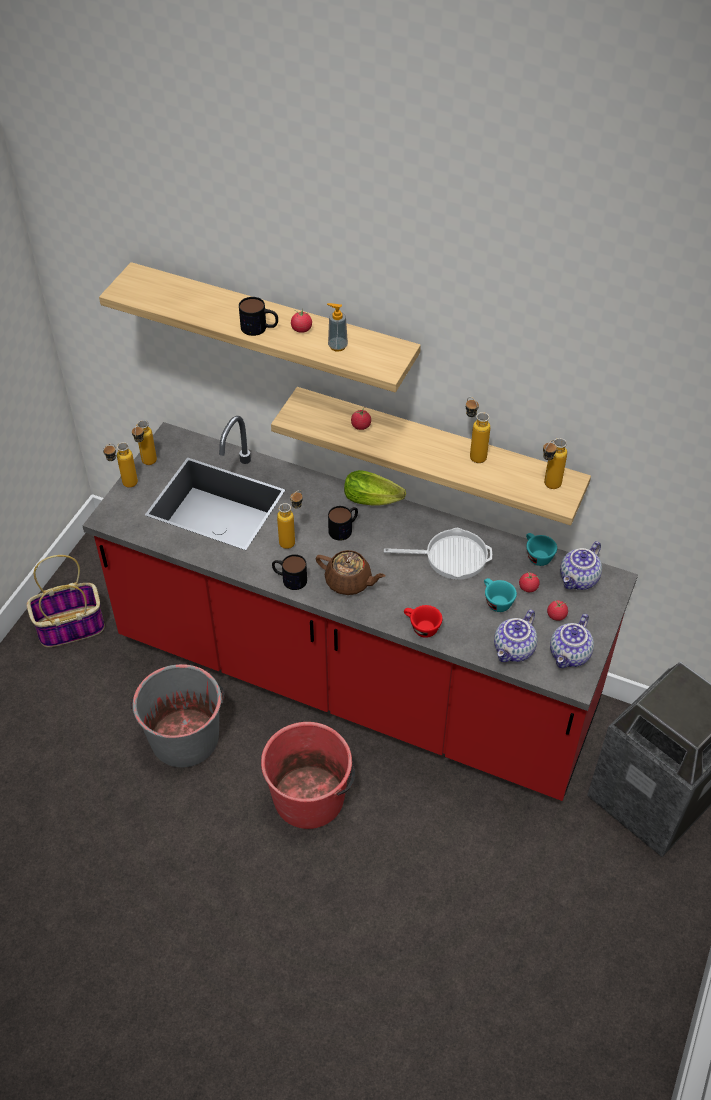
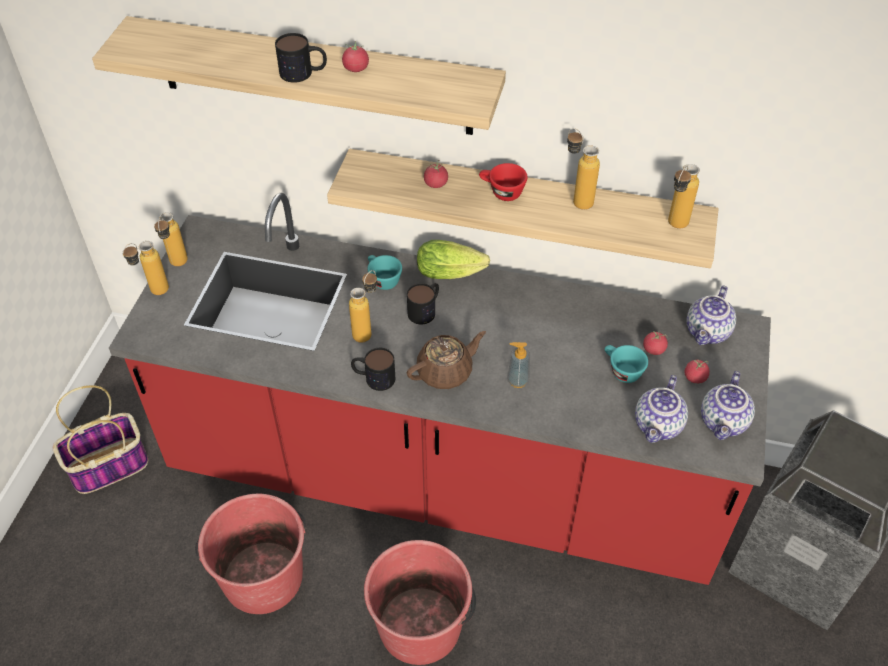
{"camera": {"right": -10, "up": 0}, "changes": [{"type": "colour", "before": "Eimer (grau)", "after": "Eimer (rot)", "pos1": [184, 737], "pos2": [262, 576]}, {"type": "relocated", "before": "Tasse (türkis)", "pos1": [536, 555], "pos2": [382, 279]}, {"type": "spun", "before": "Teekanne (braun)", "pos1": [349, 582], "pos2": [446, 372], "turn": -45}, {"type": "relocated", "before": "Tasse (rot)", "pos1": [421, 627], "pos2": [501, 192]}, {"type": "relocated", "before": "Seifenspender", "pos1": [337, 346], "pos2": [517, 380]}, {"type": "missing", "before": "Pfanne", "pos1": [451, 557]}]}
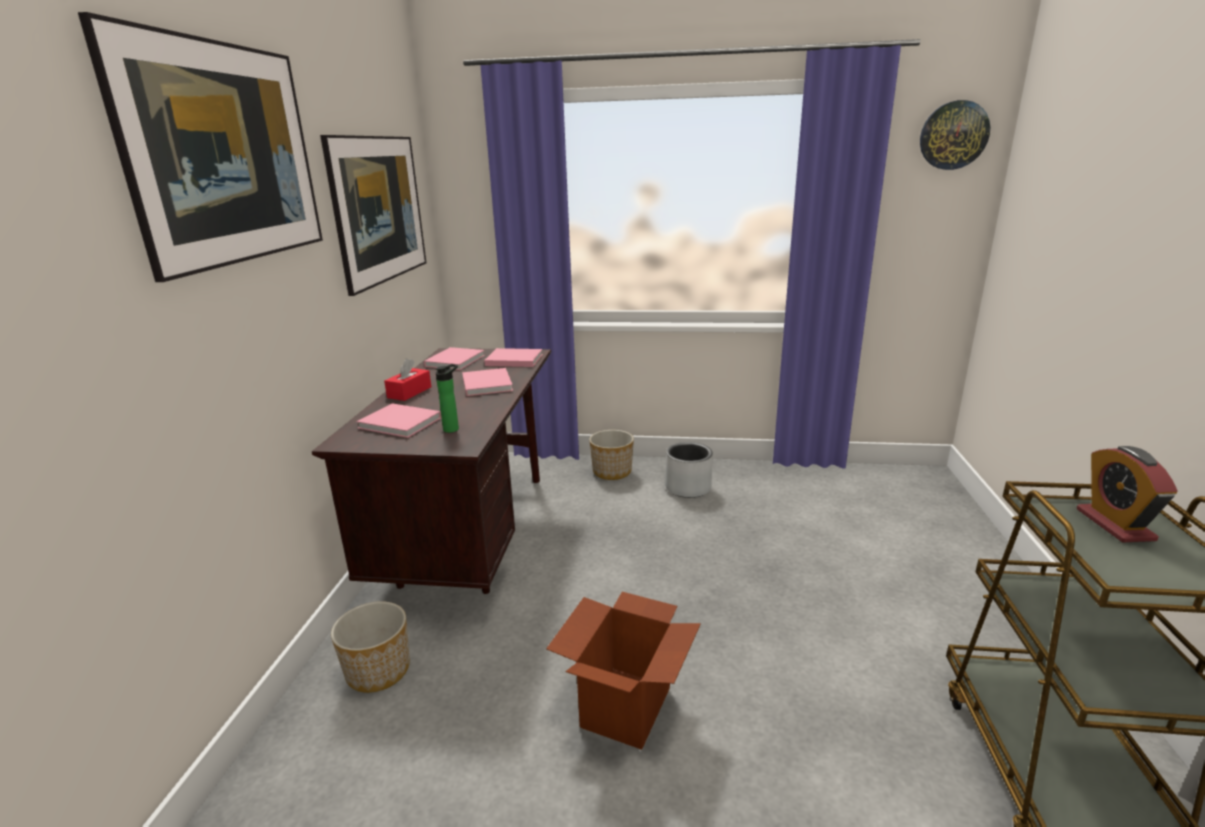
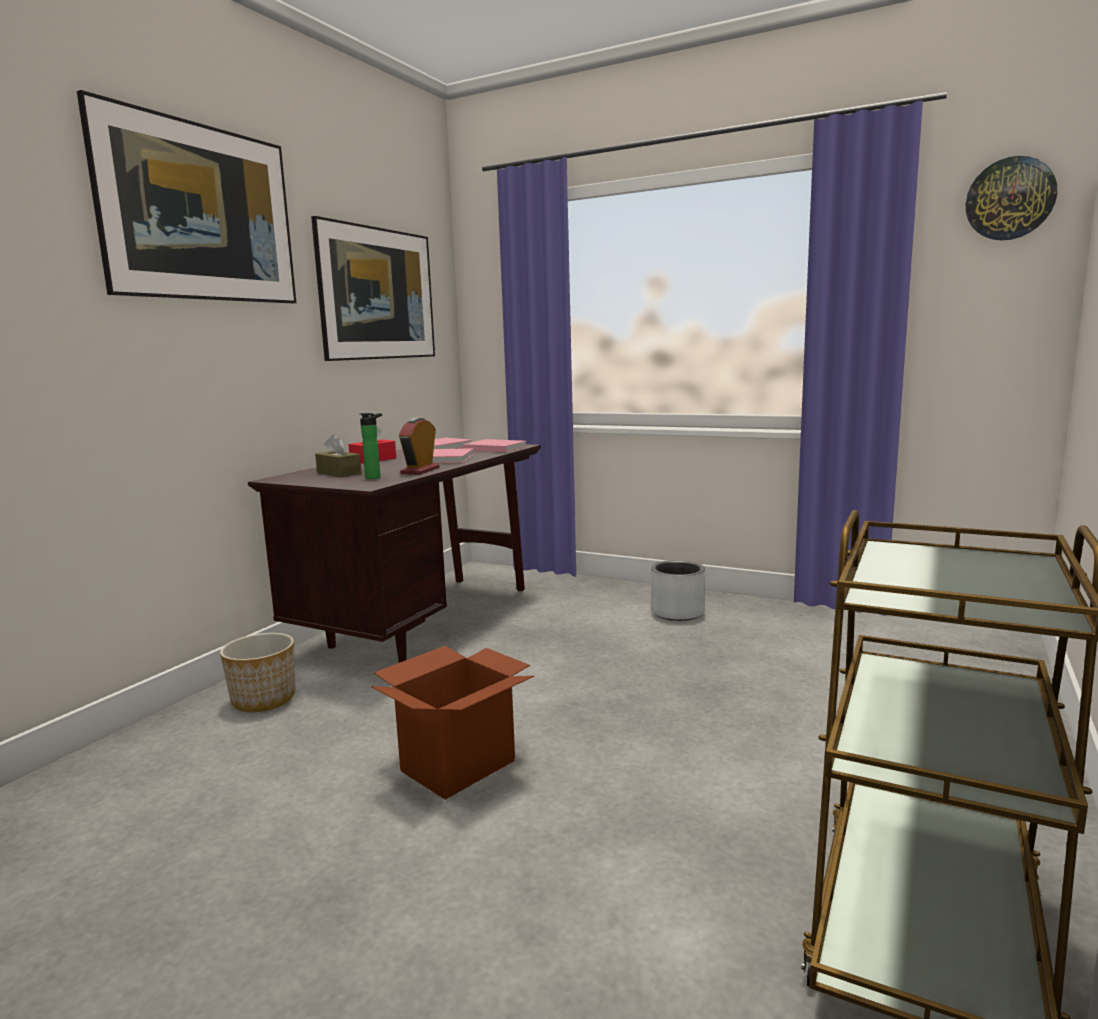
{"camera": {"right": 20, "up": -10}, "changes": [{"type": "exchanged", "before": "Buch (rosa)", "after": "Taschentuchbox (braun)", "pos1": [401, 423], "pos2": [339, 473]}, {"type": "relocated", "before": "Wecker", "pos1": [1114, 524], "pos2": [420, 470]}, {"type": "missing", "before": "Pflanzkübel", "pos1": [612, 471]}]}
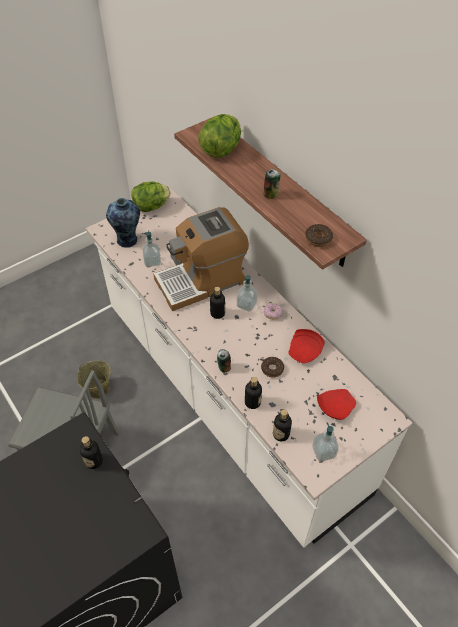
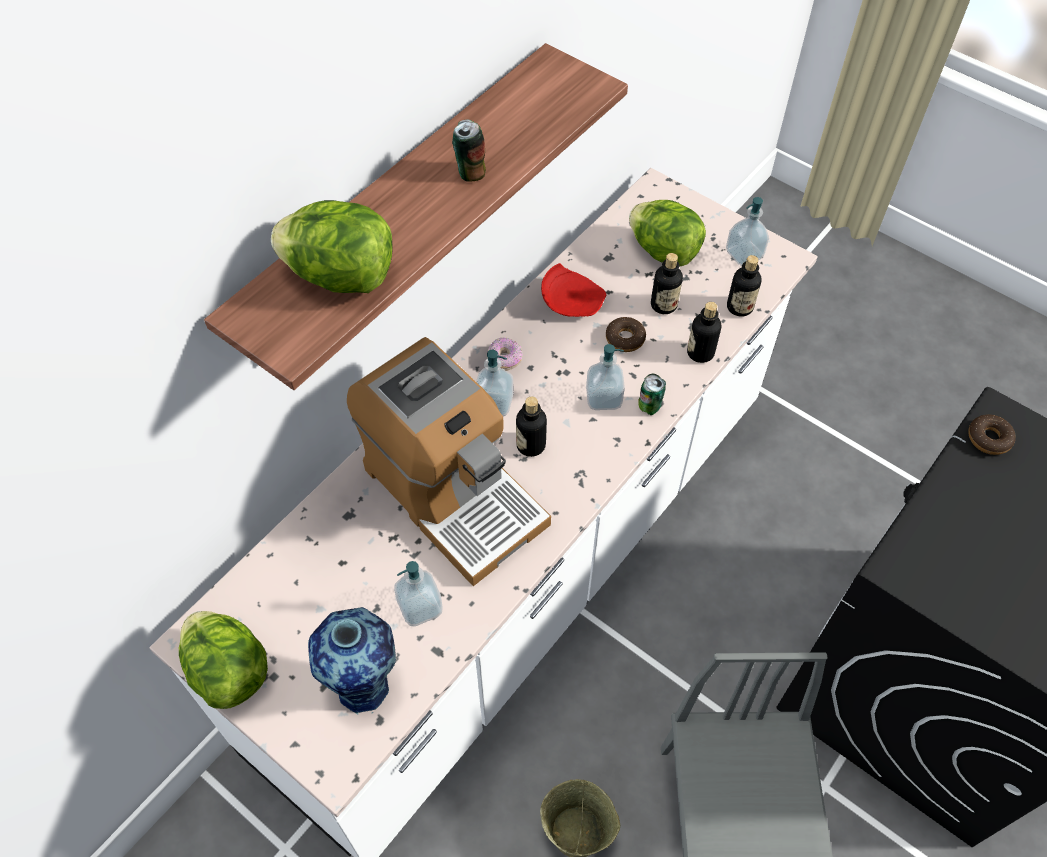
{"camera": {"right": -105, "up": 5}, "changes": [{"type": "appeared", "after": "Seifenspender", "pos2": [603, 398]}, {"type": "exchanged", "before": "Teller (rot)", "after": "Salatkopf", "pos1": [334, 407], "pos2": [664, 251]}, {"type": "relocated", "before": "Flasche", "pos1": [94, 461], "pos2": [663, 305]}, {"type": "relocated", "before": "Donut", "pos1": [318, 238], "pos2": [988, 438]}]}
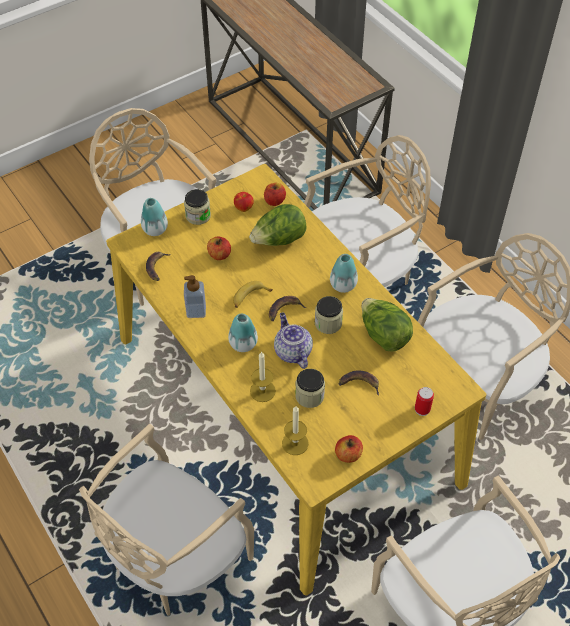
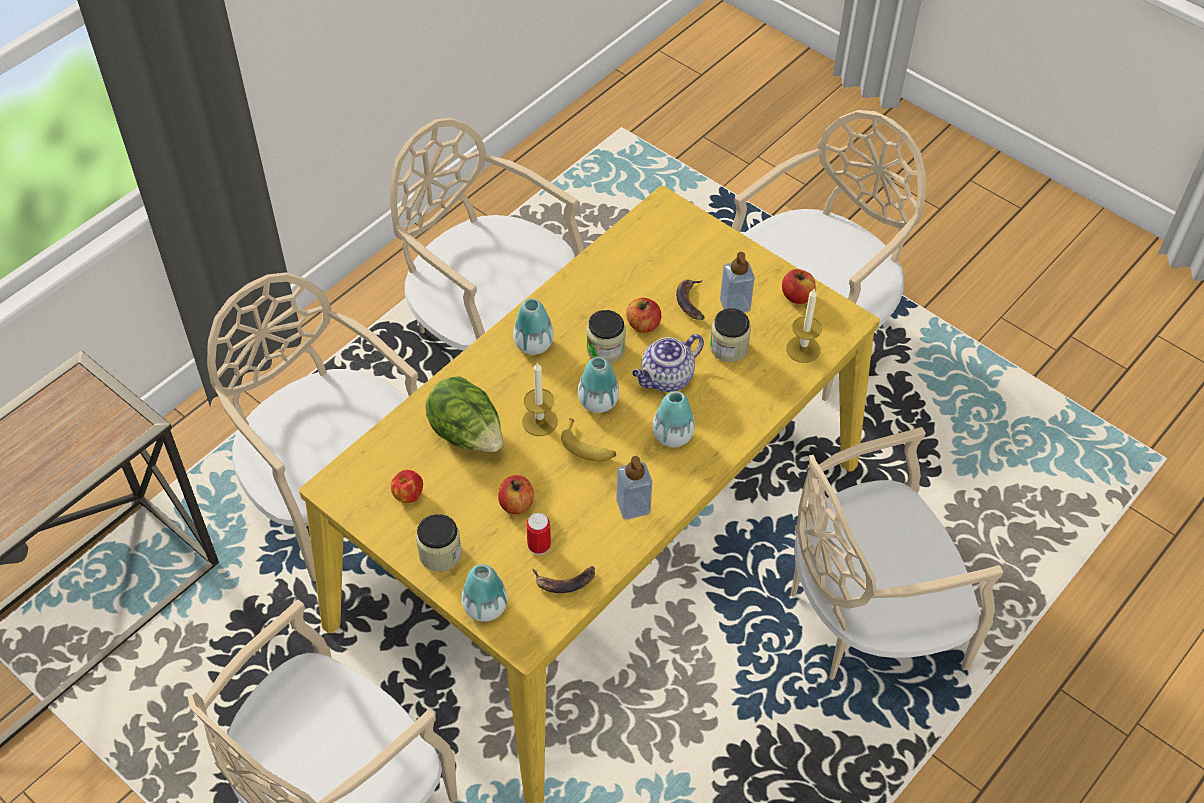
{"camera": {"right": -105, "up": 0}, "changes": [{"type": "relocated", "before": "Kerze", "pos1": [262, 391], "pos2": [539, 421]}, {"type": "relocated", "before": "Dose", "pos1": [422, 409], "pos2": [539, 545]}, {"type": "exchanged", "before": "Banane", "after": "Vase", "pos1": [284, 310], "pos2": [598, 402]}, {"type": "relocated", "before": "Apfel", "pos1": [274, 201], "pos2": [643, 325]}, {"type": "appeared", "after": "Seifenspender", "pos2": [735, 305]}, {"type": "spun", "before": "Stuhl (beige)", "pos1": [175, 558], "pos2": [868, 618], "turn": 135}, {"type": "missing", "before": "Salatkopf", "pos1": [383, 335]}]}
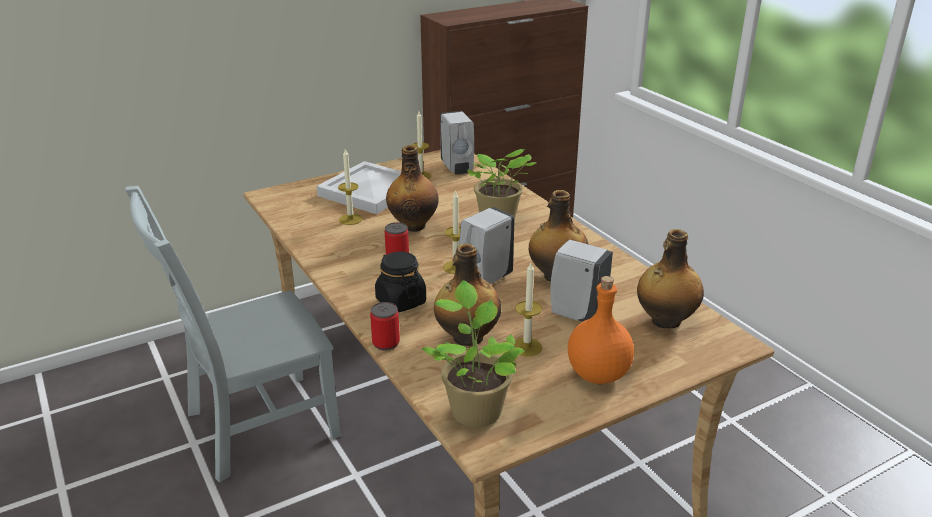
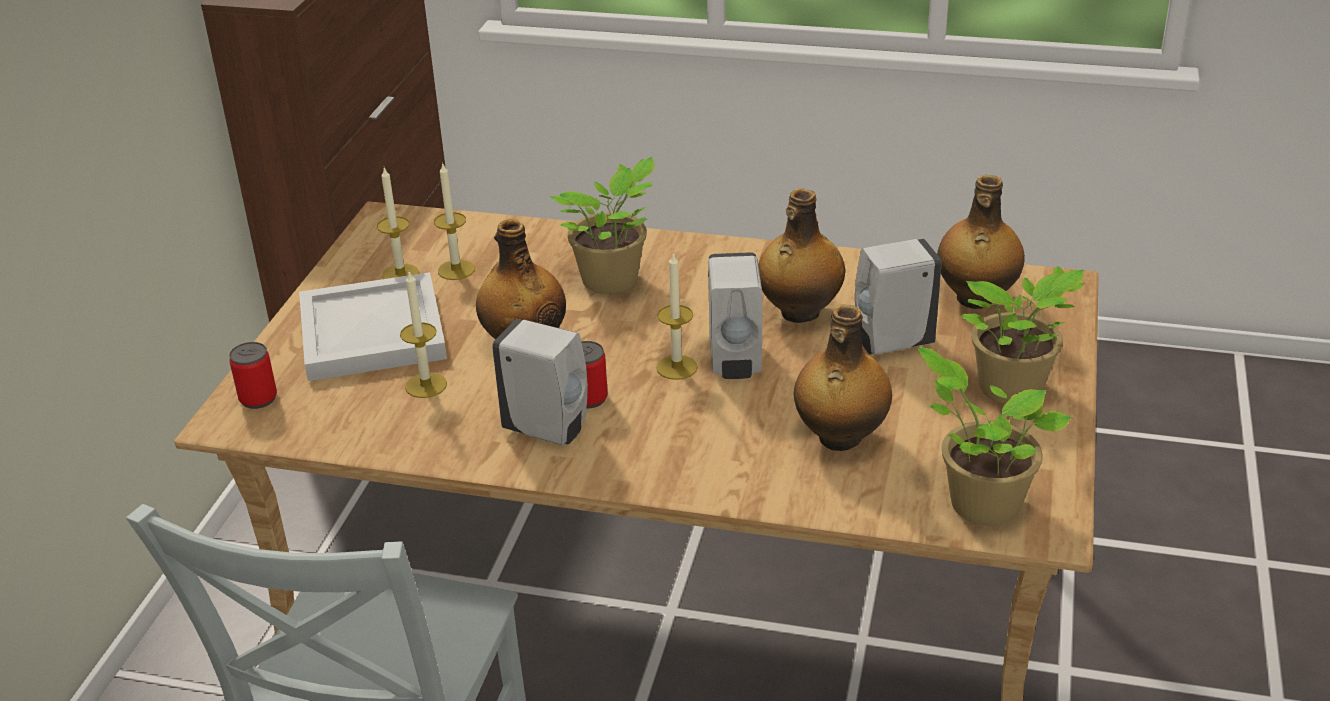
{"camera": {"right": -45, "up": 5}, "changes": [{"type": "relocated", "before": "Dose", "pos1": [386, 343], "pos2": [258, 398]}, {"type": "relocated", "before": "Kerze", "pos1": [526, 347], "pos2": [456, 270]}, {"type": "relocated", "before": "Seifenspender (weiß)", "pos1": [457, 168], "pos2": [549, 430]}, {"type": "exchanged", "before": "Flasche (orange)", "after": "Topfpflanze", "pos1": [598, 373], "pos2": [1013, 391]}, {"type": "missing", "before": "Vorratsglas (schwarz)", "pos1": [400, 301]}]}
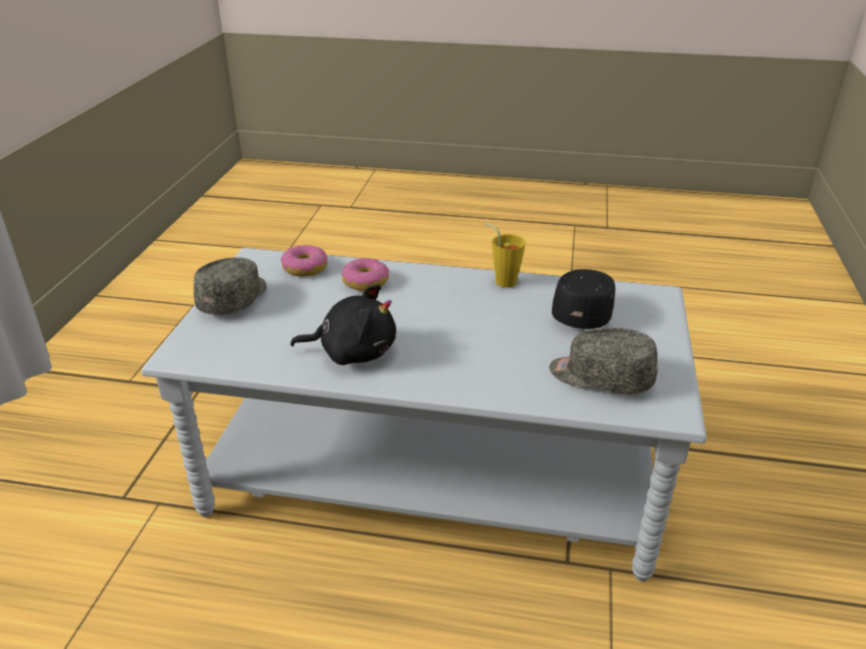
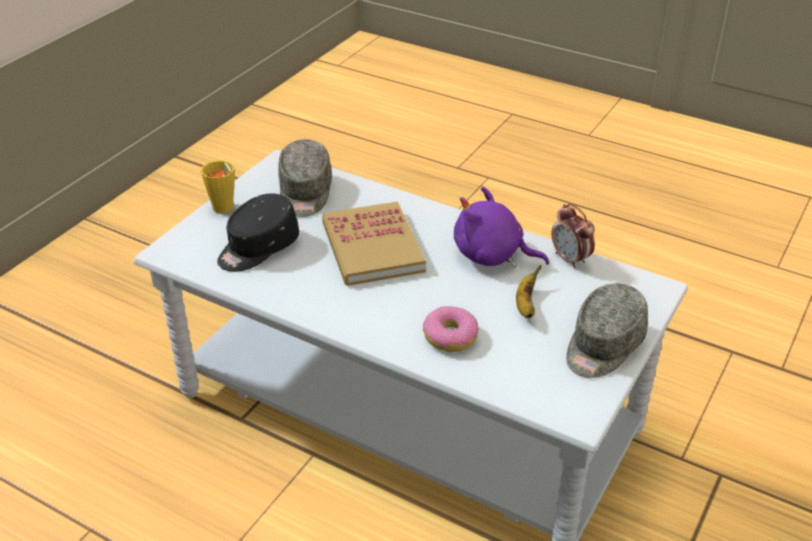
{"camera": {"right": -160, "up": 5}, "changes": [{"type": "relocated", "before": "Tasse (gelb)", "pos1": [502, 280], "pos2": [224, 210]}, {"type": "spun", "before": "Kappe (grau)", "pos1": [600, 377], "pos2": [305, 193], "turn": 45}, {"type": "appeared", "after": "Buch", "pos2": [372, 247]}, {"type": "colour", "before": "Plüschtier (schwarz)", "after": "Plüschtier (lila)", "pos1": [353, 352], "pos2": [492, 255]}, {"type": "appeared", "after": "Banane", "pos2": [526, 305]}, {"type": "appeared", "after": "Wecker", "pos2": [570, 259]}, {"type": "missing", "before": "Donut", "pos1": [305, 268]}]}
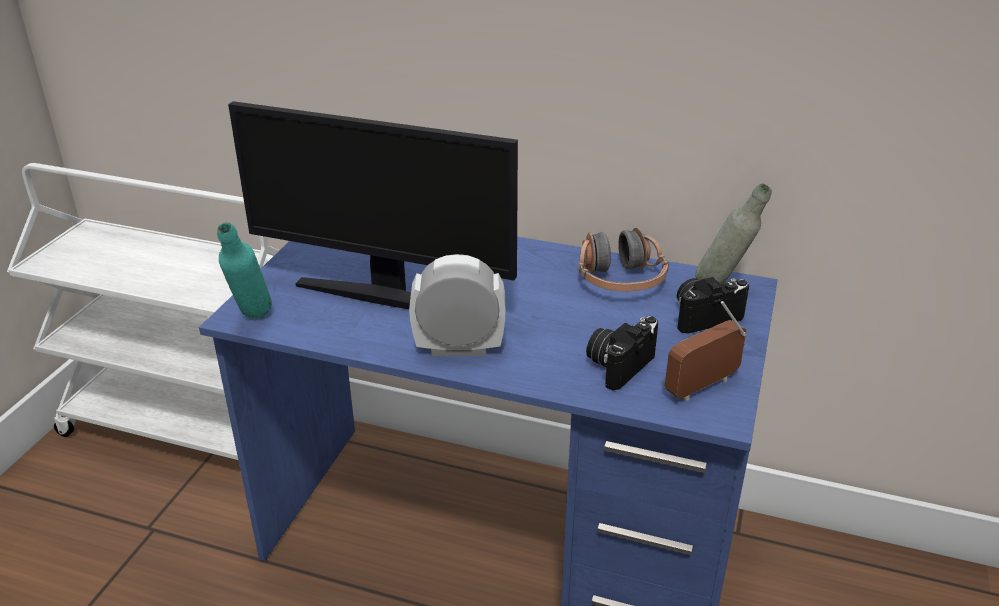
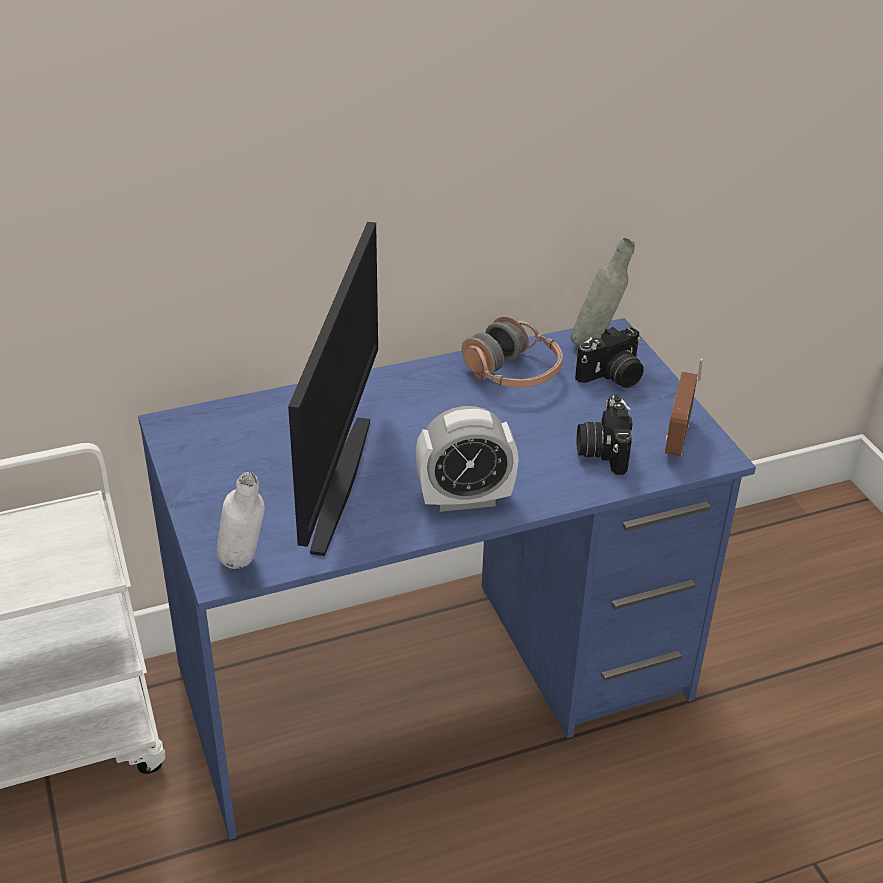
{"camera": {"right": -40, "up": 5}, "changes": [{"type": "colour", "before": "Flasche (türkis)", "after": "Flasche (weiß)", "pos1": [252, 321], "pos2": [245, 570]}, {"type": "spun", "before": "Monitor", "pos1": [385, 295], "pos2": [335, 483], "turn": -60}, {"type": "spun", "before": "Wecker", "pos1": [459, 348], "pos2": [465, 499], "turn": -150}, {"type": "spun", "before": "Kamera", "pos1": [704, 316], "pos2": [612, 377], "turn": -150}]}
